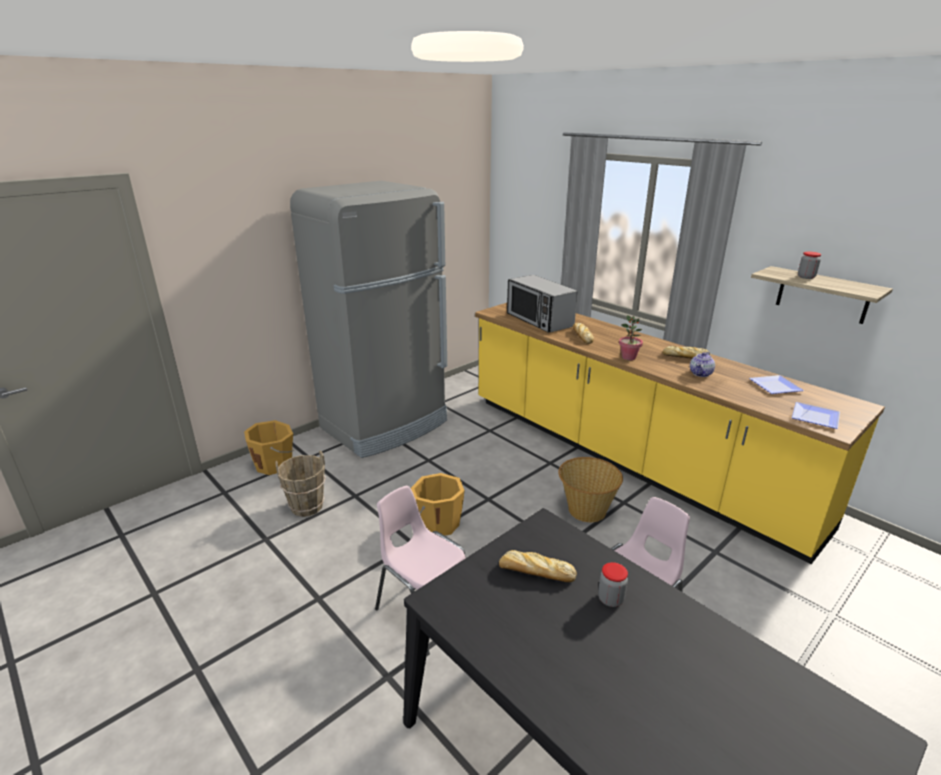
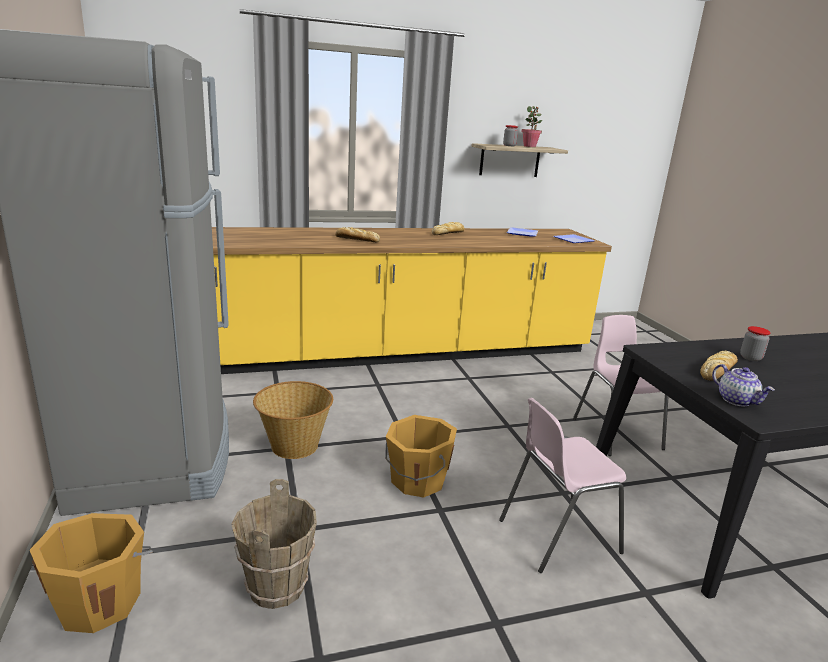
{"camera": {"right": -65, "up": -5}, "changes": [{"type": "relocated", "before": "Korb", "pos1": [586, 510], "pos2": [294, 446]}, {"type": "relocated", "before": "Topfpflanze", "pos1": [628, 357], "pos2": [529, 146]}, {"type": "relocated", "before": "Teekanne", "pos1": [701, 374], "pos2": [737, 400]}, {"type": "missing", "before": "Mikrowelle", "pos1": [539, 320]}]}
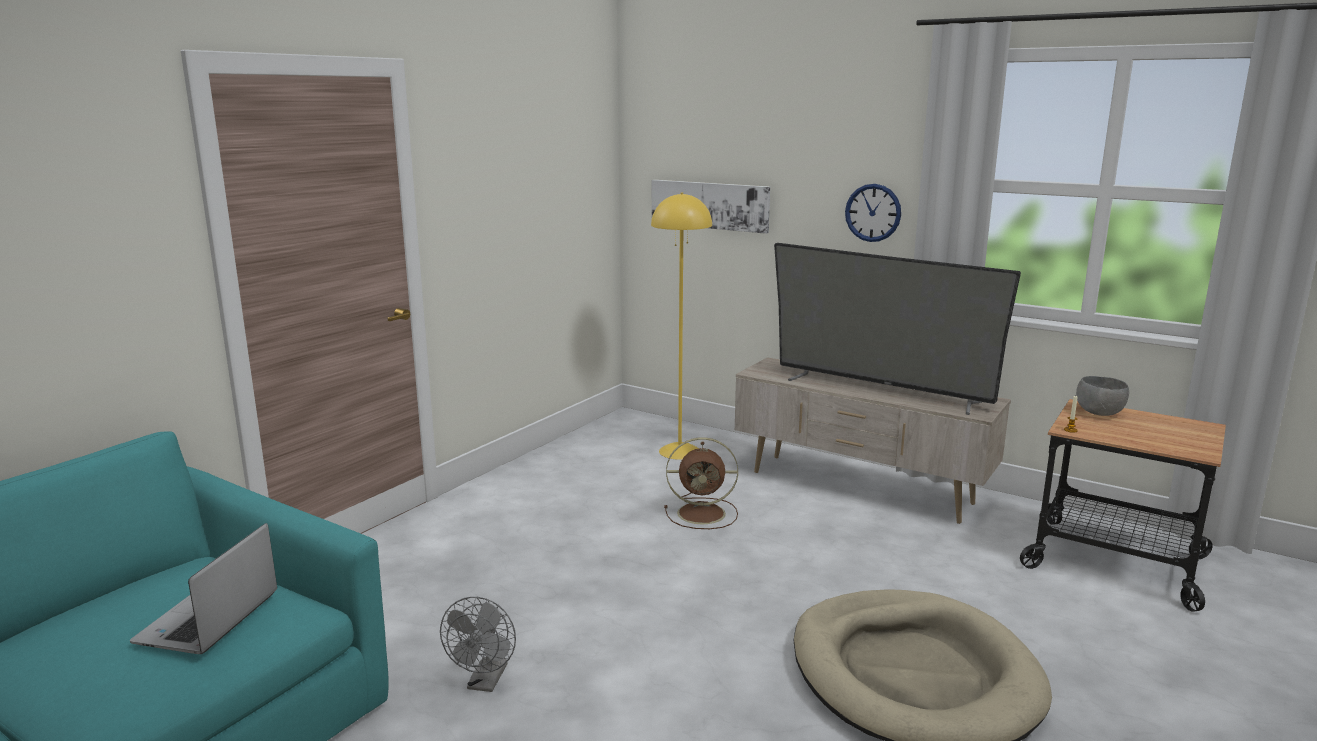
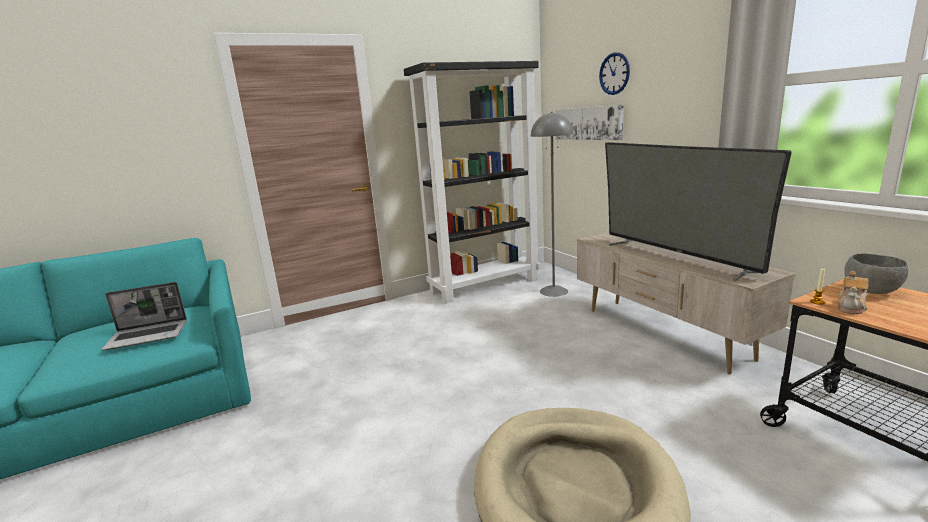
{"camera": {"right": 30, "up": 0}, "changes": [{"type": "spun", "before": "Laptop", "pos1": [208, 620], "pos2": [149, 335], "turn": -150}, {"type": "appeared", "after": "Bücherregal (schwarz)", "pos2": [485, 285]}, {"type": "colour", "before": "Stehlampe (gelb)", "after": "Stehlampe (grau)", "pos1": [679, 451], "pos2": [553, 291]}, {"type": "relocated", "before": "Wanduhr", "pos1": [873, 212], "pos2": [614, 73]}, {"type": "appeared", "after": "Teekanne", "pos2": [851, 307]}, {"type": "missing", "before": "Ventilator (grau)", "pos1": [485, 682]}, {"type": "missing", "before": "Ventilator (braun)", "pos1": [703, 513]}]}
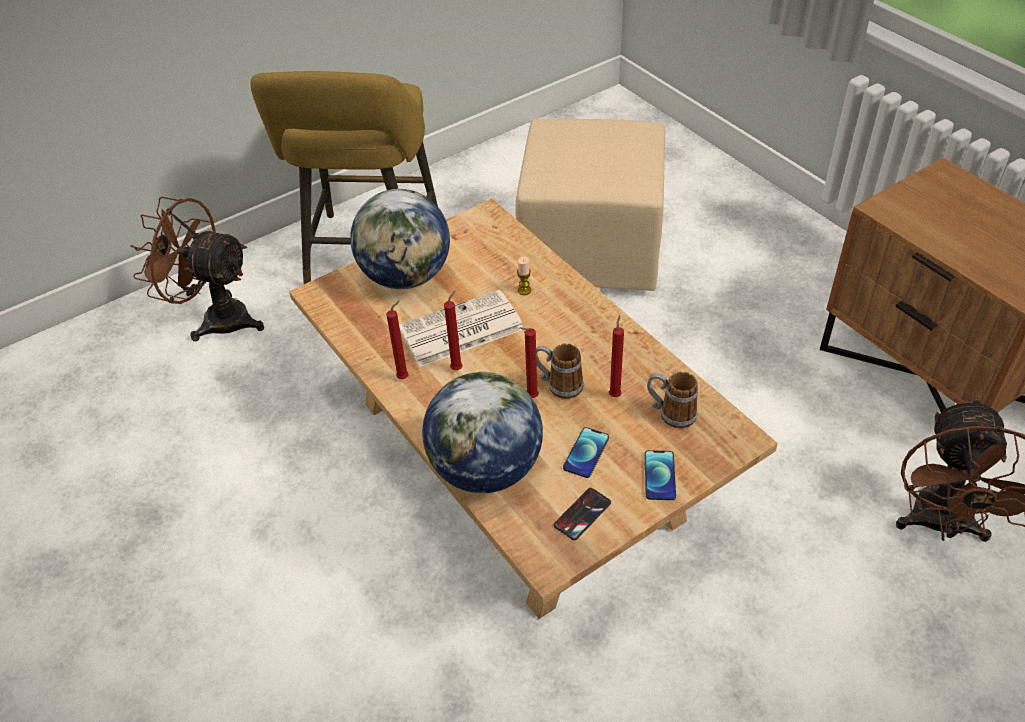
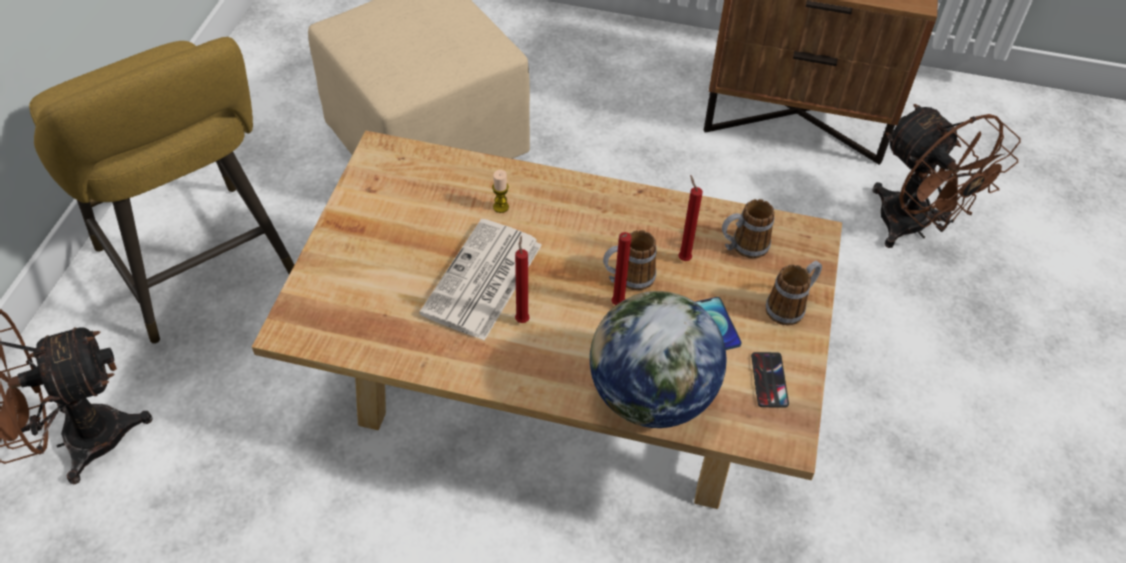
{"camera": {"right": -45, "up": 5}, "changes": [{"type": "exchanged", "before": "Handy", "after": "Henkelbecher", "pos1": [659, 476], "pos2": [790, 306]}, {"type": "missing", "before": "Globus", "pos1": [406, 276]}, {"type": "missing", "before": "Kerze (rot)", "pos1": [404, 377]}]}
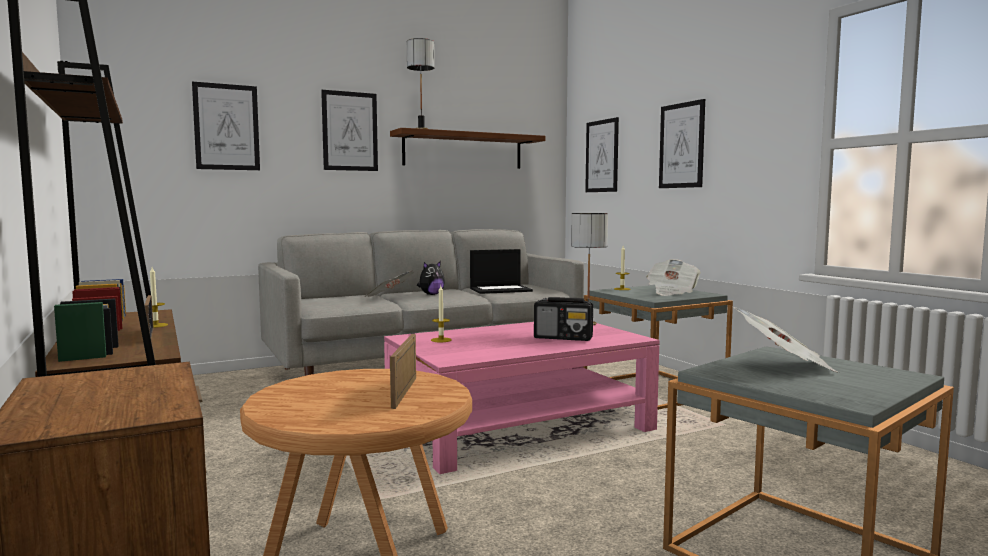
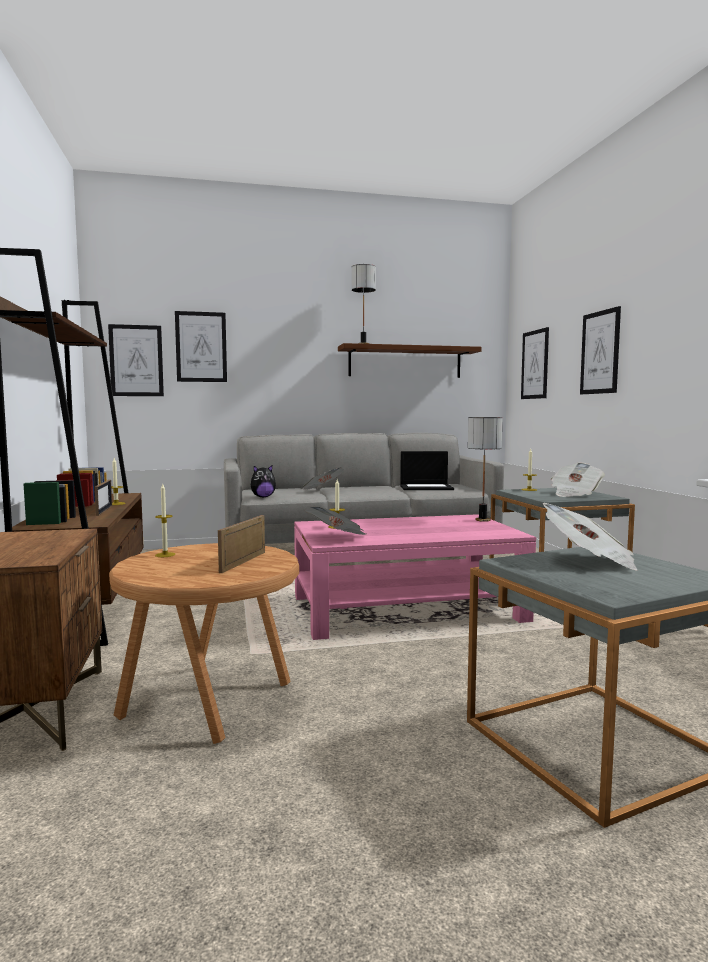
{"camera": {"right": 15, "up": 0}, "changes": [{"type": "relocated", "before": "Bild", "pos1": [350, 131], "pos2": [136, 360]}, {"type": "appeared", "after": "Kerze", "pos2": [165, 555]}, {"type": "relocated", "before": "Plüschtier", "pos1": [431, 294], "pos2": [263, 497]}, {"type": "appeared", "after": "Zeitung", "pos2": [337, 538]}, {"type": "missing", "before": "Radio", "pos1": [563, 338]}]}
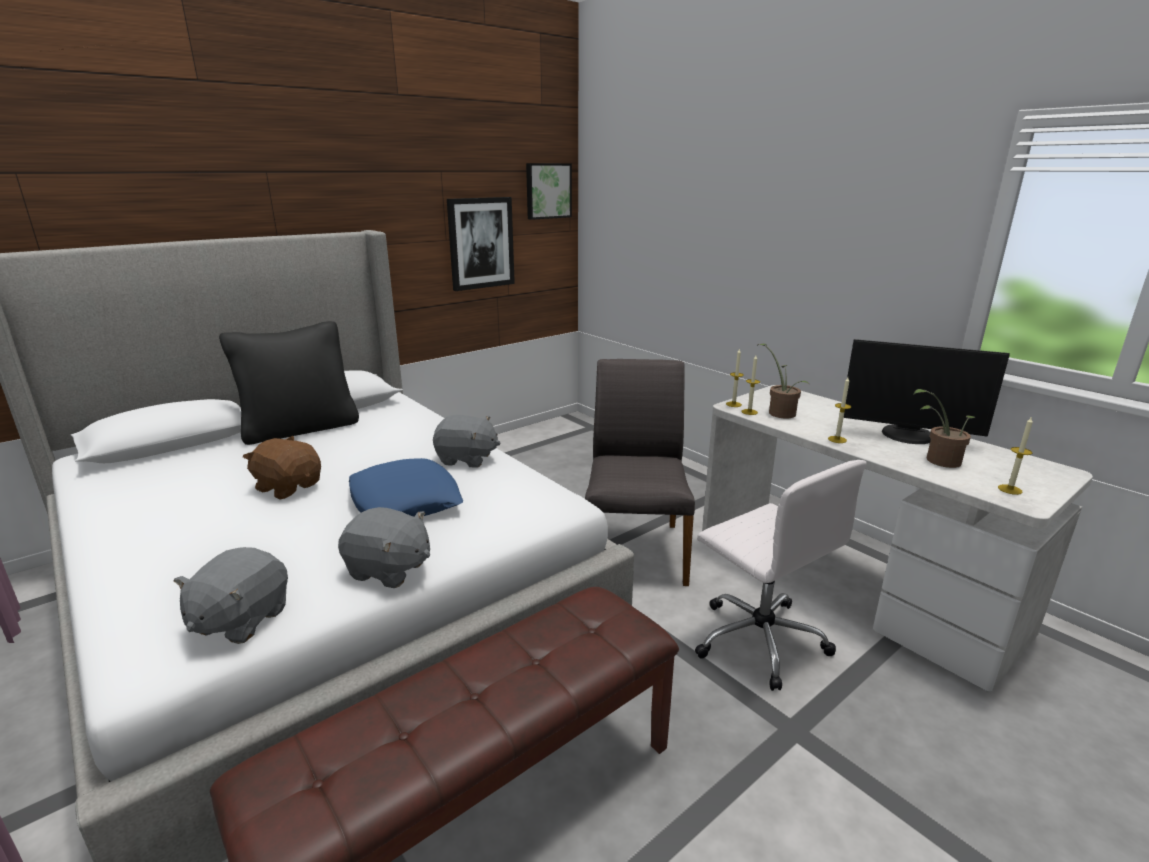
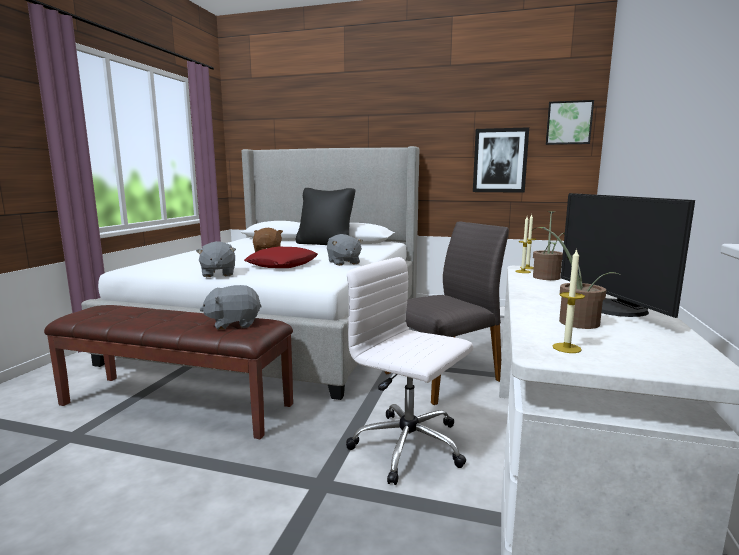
{"camera": {"right": 55, "up": -10}, "changes": [{"type": "relocated", "before": "Plüschtier (grau)", "pos1": [240, 620], "pos2": [233, 323]}, {"type": "colour", "before": "Kissen (blau)", "after": "Kissen (rot)", "pos1": [405, 500], "pos2": [282, 264]}, {"type": "spun", "before": "Bürostuhl (weiß)", "pos1": [758, 638], "pos2": [410, 447], "turn": 105}, {"type": "missing", "before": "Kerze", "pos1": [837, 439]}]}
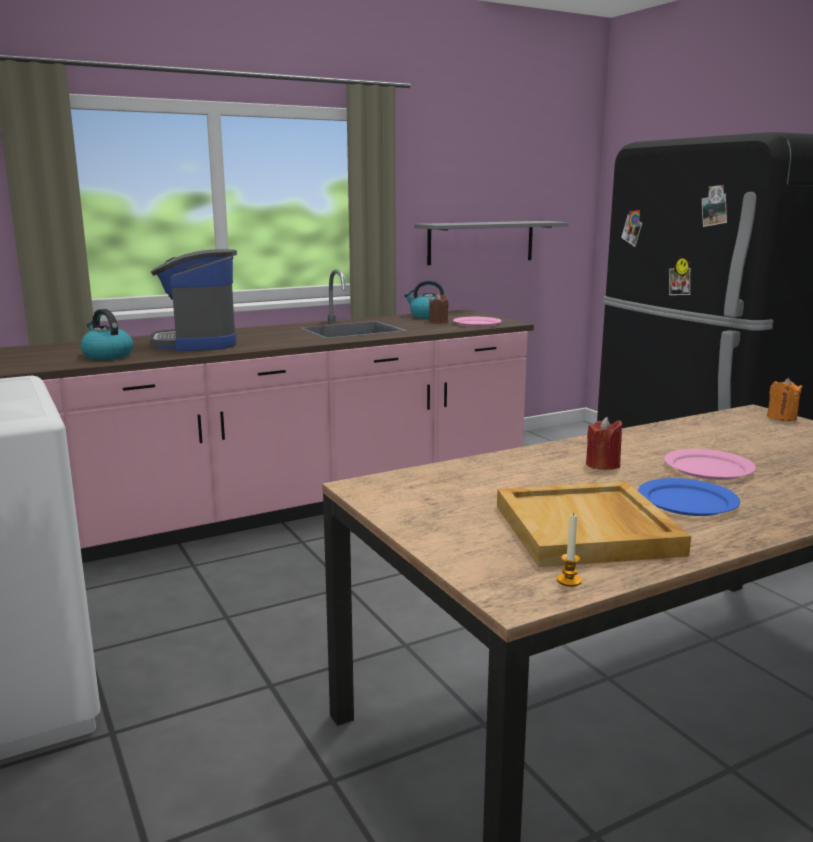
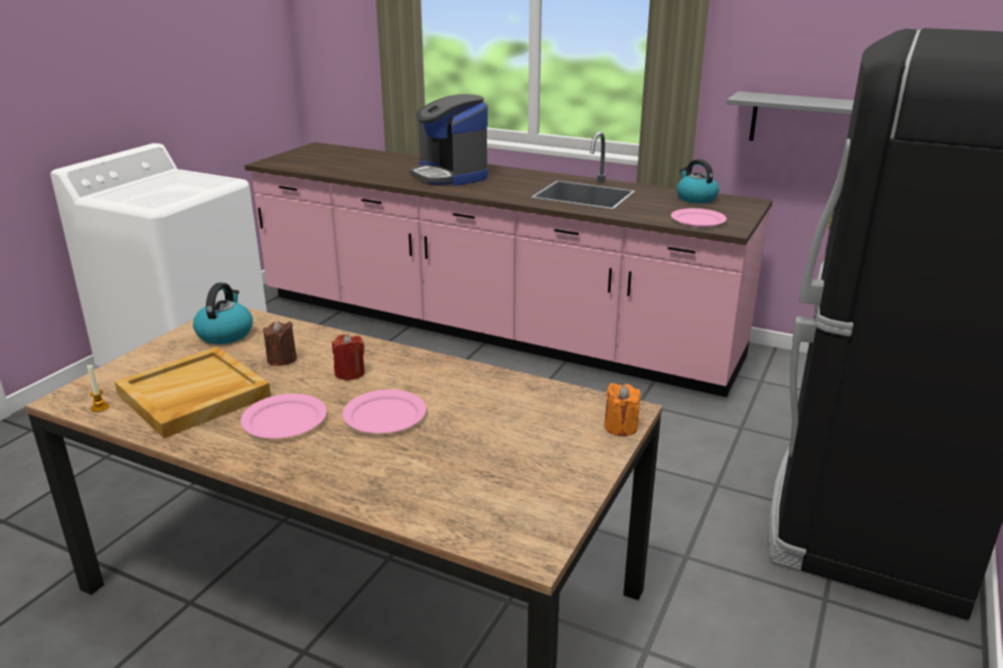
{"camera": {"right": 55, "up": 10}, "changes": [{"type": "relocated", "before": "Wasserkessel", "pos1": [107, 356], "pos2": [225, 333]}, {"type": "colour", "before": "Teller (blau)", "after": "Teller (rosa)", "pos1": [688, 502], "pos2": [284, 420]}, {"type": "relocated", "before": "Kerze (braun)", "pos1": [438, 322], "pos2": [282, 359]}, {"type": "spun", "before": "Kaffeemaschine", "pos1": [197, 342], "pos2": [450, 175], "turn": -75}]}
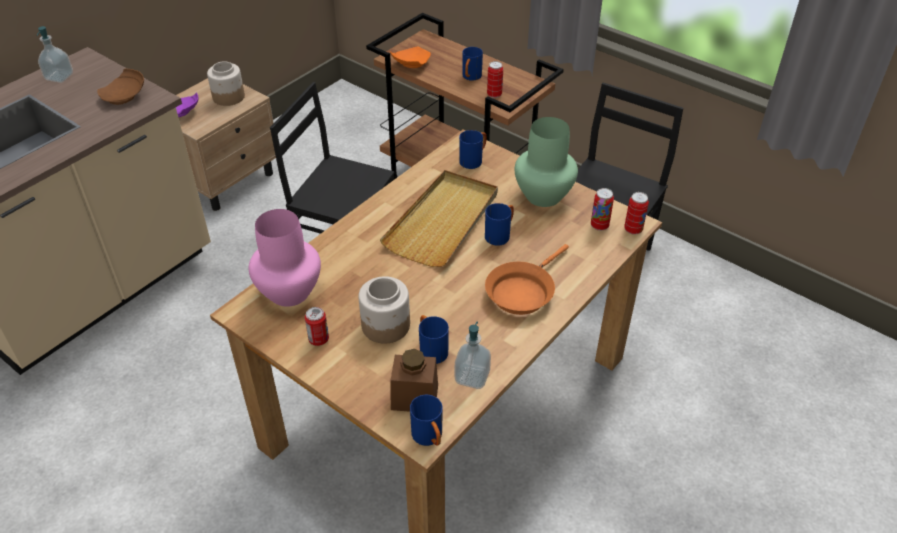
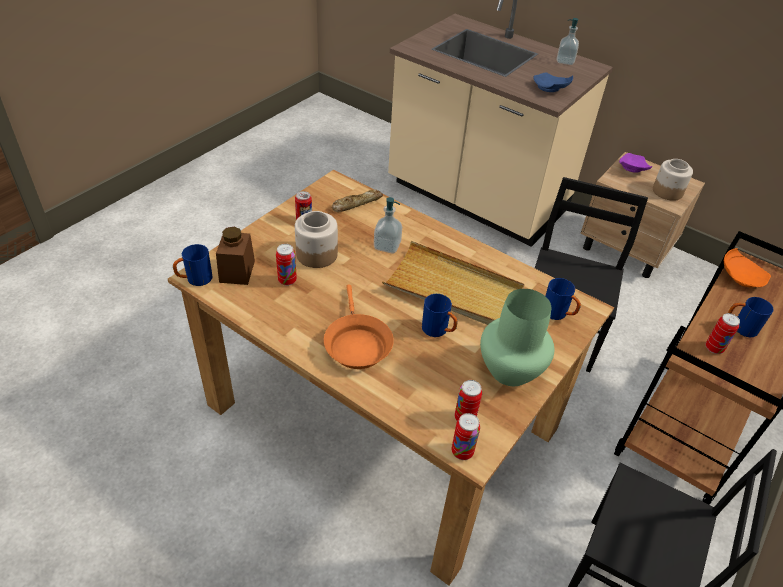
{"camera": {"right": 85, "up": 0}, "changes": [{"type": "exchanged", "before": "Henkelbecher (blau)", "after": "Dose", "pos1": [431, 349], "pos2": [287, 280]}, {"type": "spun", "before": "Pfanne (orange)", "pos1": [522, 291], "pos2": [356, 344], "turn": -135}, {"type": "exchanged", "before": "Vase (rosa)", "after": "Brot", "pos1": [290, 292], "pos2": [356, 203]}, {"type": "relocated", "before": "Seifenspender", "pos1": [472, 377], "pos2": [387, 246]}, {"type": "colour", "before": "Teller (braun)", "after": "Teller (blau)", "pos1": [125, 96], "pos2": [550, 89]}]}
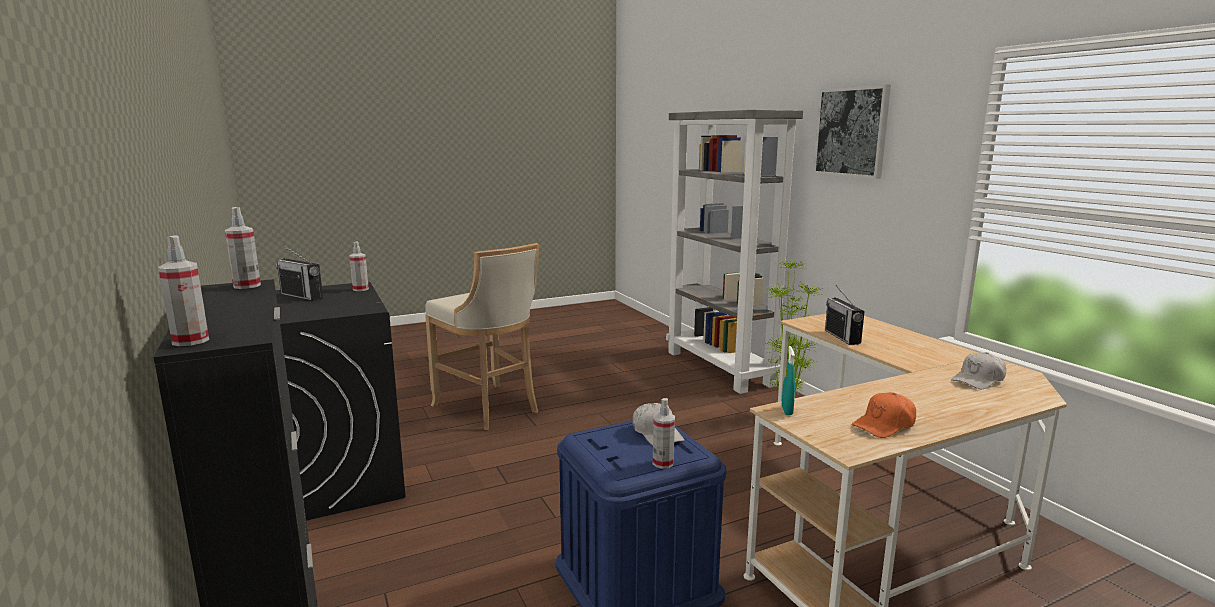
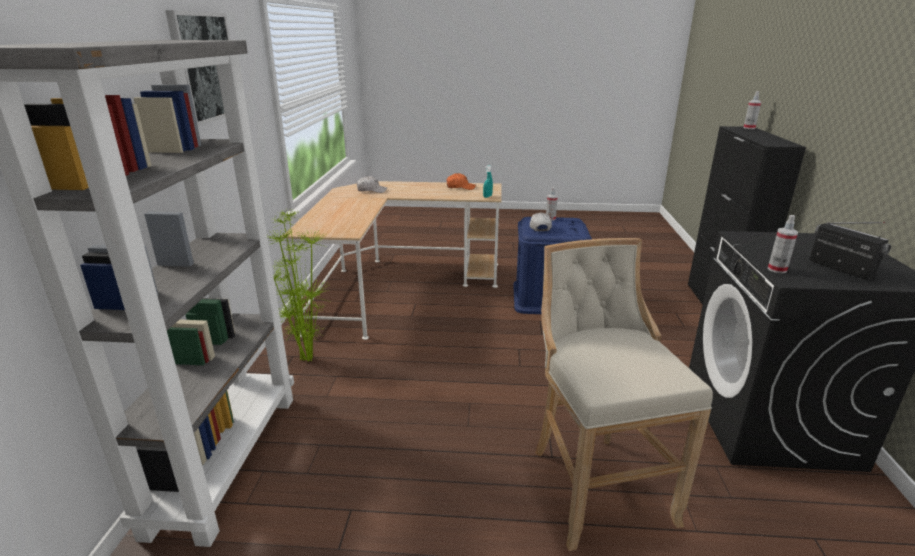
{"camera": {"right": -150, "up": 10}, "changes": [{"type": "missing", "before": "Sprühflasche", "pos1": [247, 286]}, {"type": "missing", "before": "Radio", "pos1": [842, 337]}]}
